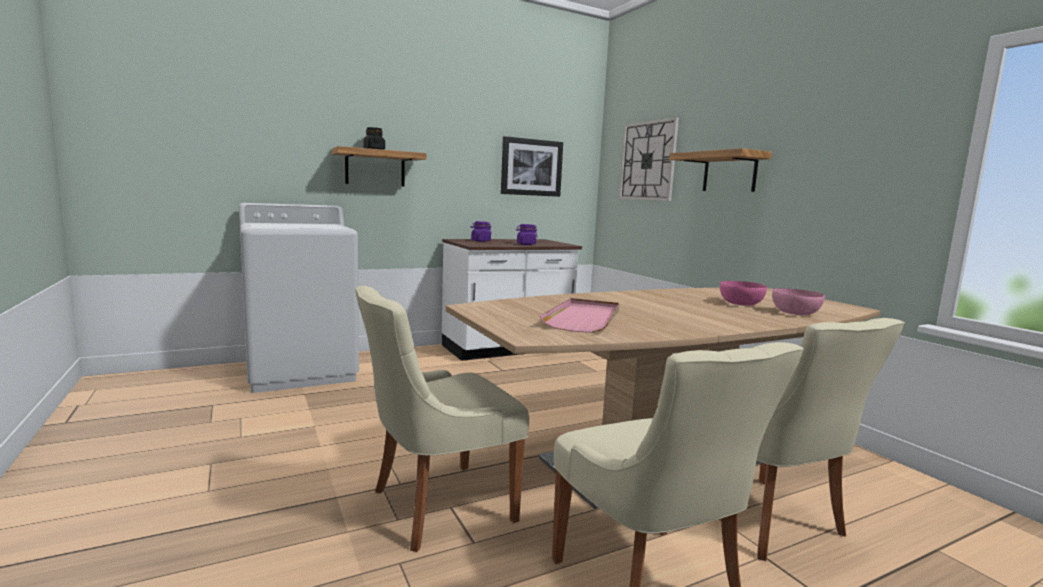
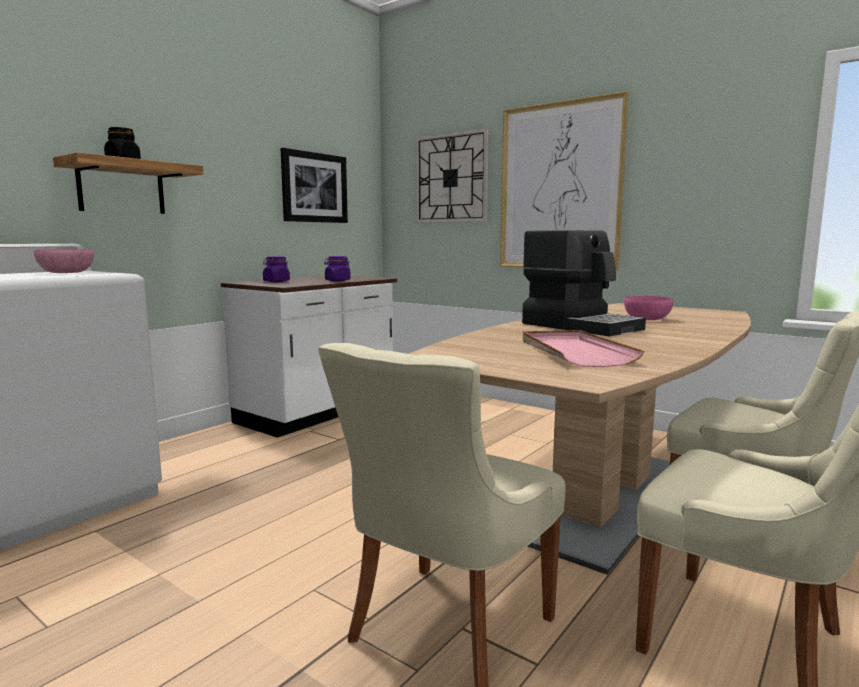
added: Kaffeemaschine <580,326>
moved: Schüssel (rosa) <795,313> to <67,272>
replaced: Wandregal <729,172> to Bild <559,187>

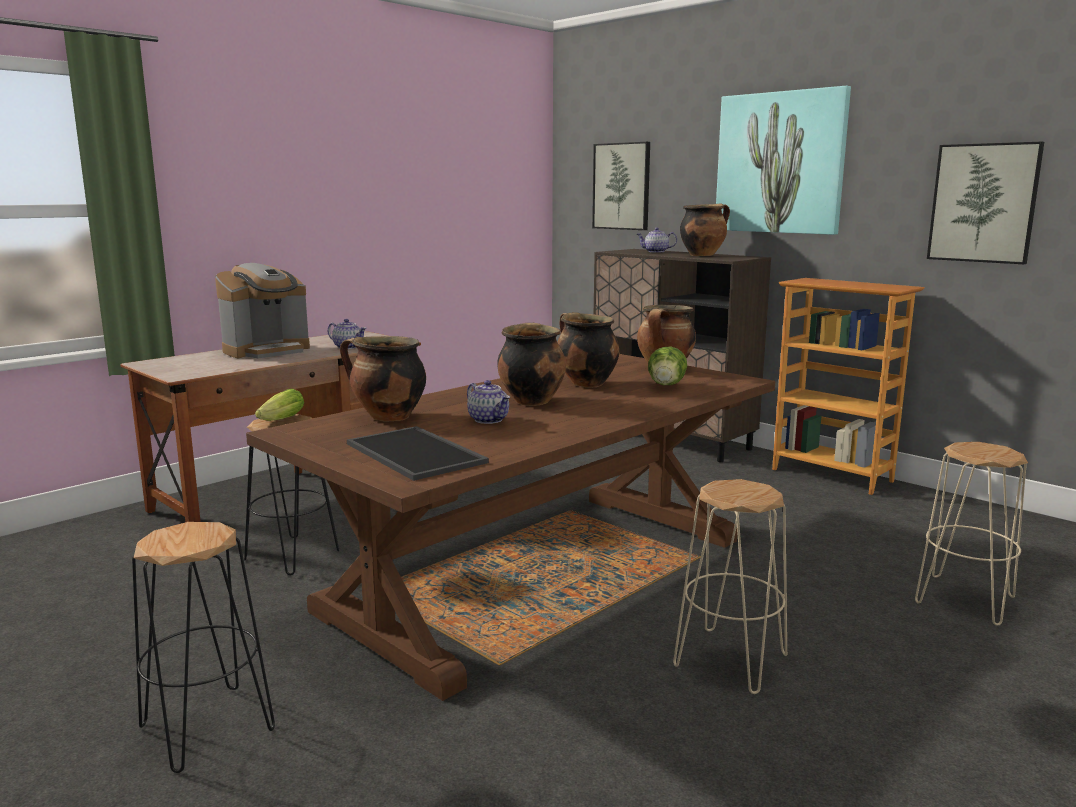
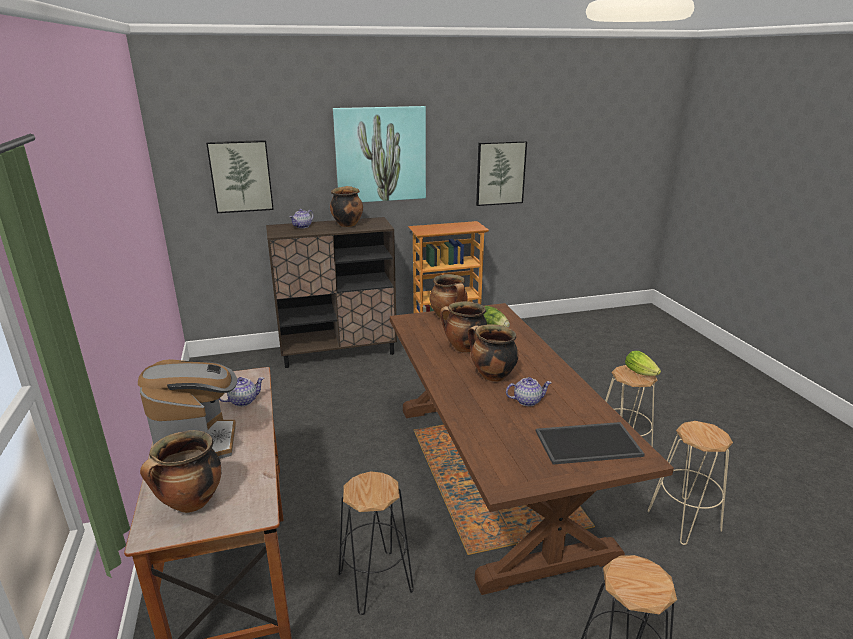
moved: Salatkopf <279,421> to <642,373>; Kochtopf <387,417> to <191,503>; Hocker (beige) <964,600> to <684,521>

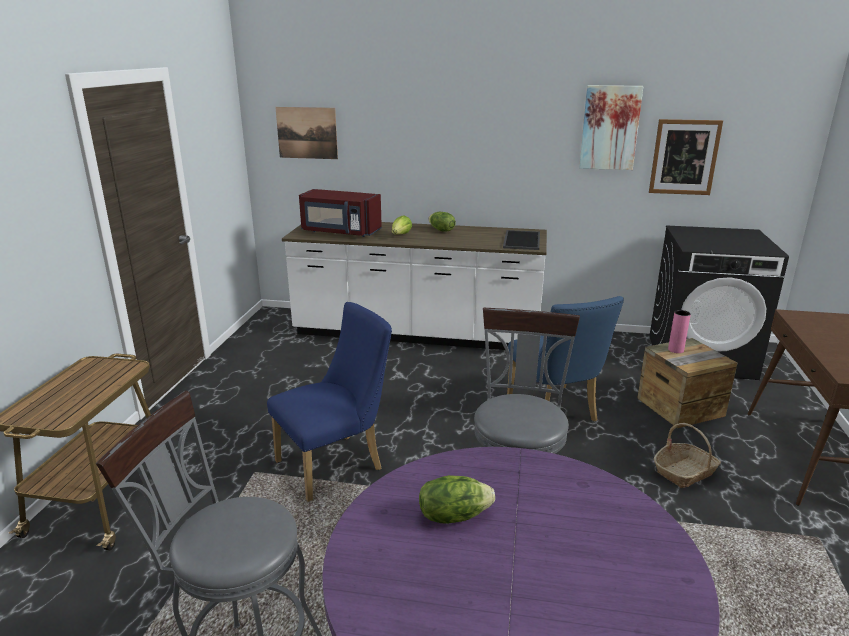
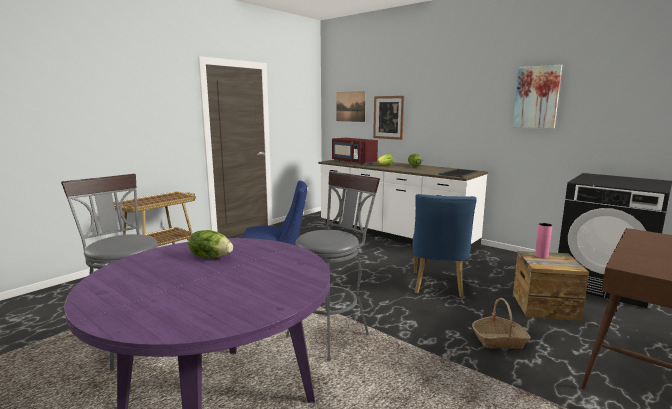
moved: Bild <684,157> to <388,117>

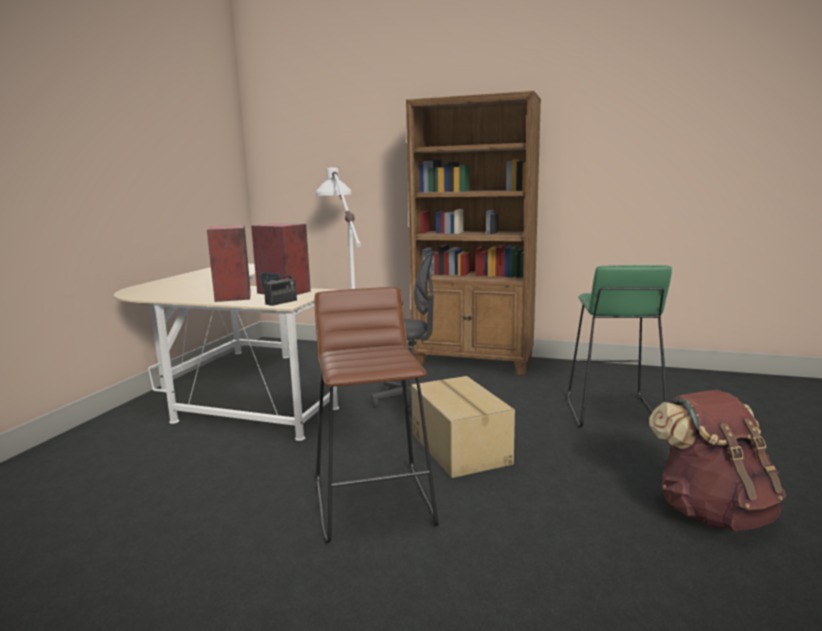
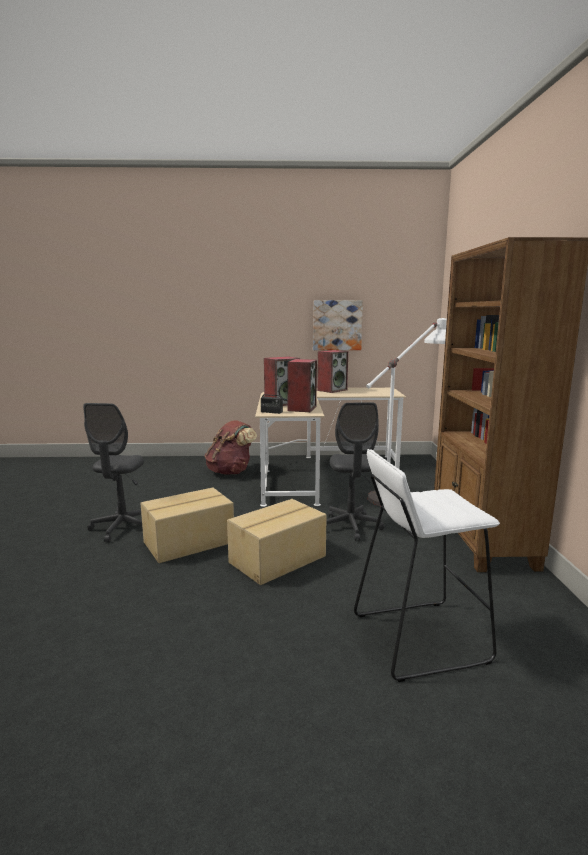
added: Bürostuhl (grau) <122,528>; Bild <337,325>; Lautsprecher <332,390>
moved: Rucksack (braun) <712,511> to <231,472>
replaced: Hocker (braun) <375,502> to Karton <189,542>
recoloured: Hocker (grün) <612,413> to Hocker (weiß) <418,637>

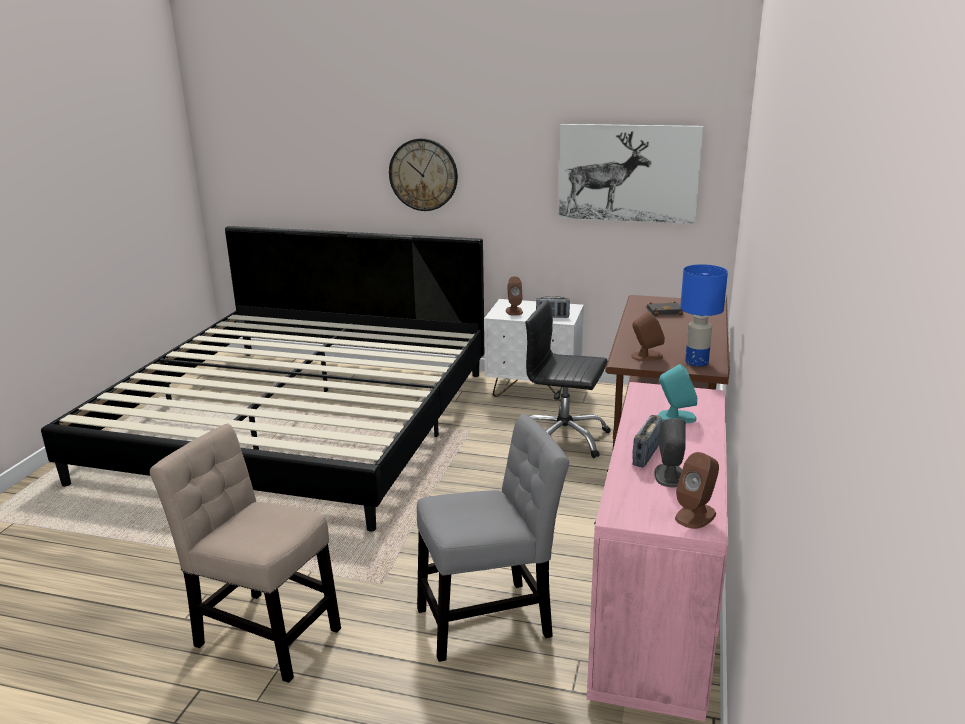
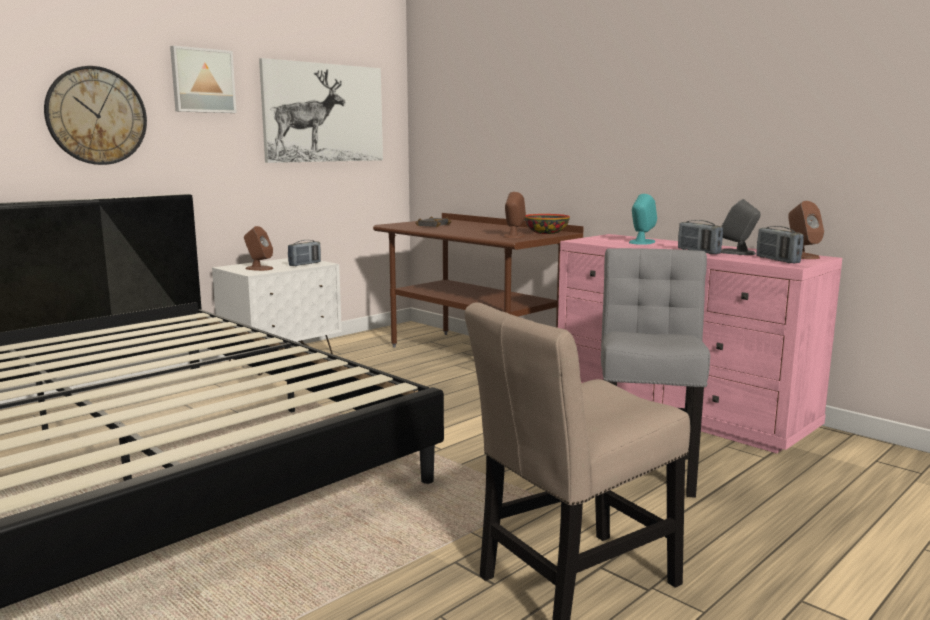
removed: Bürostuhl (schwarz) <563,438>
added: Bild <202,81>; Radio <777,260>
replaced: Tischlampe (blau) <696,362> to Schüssel <545,232>

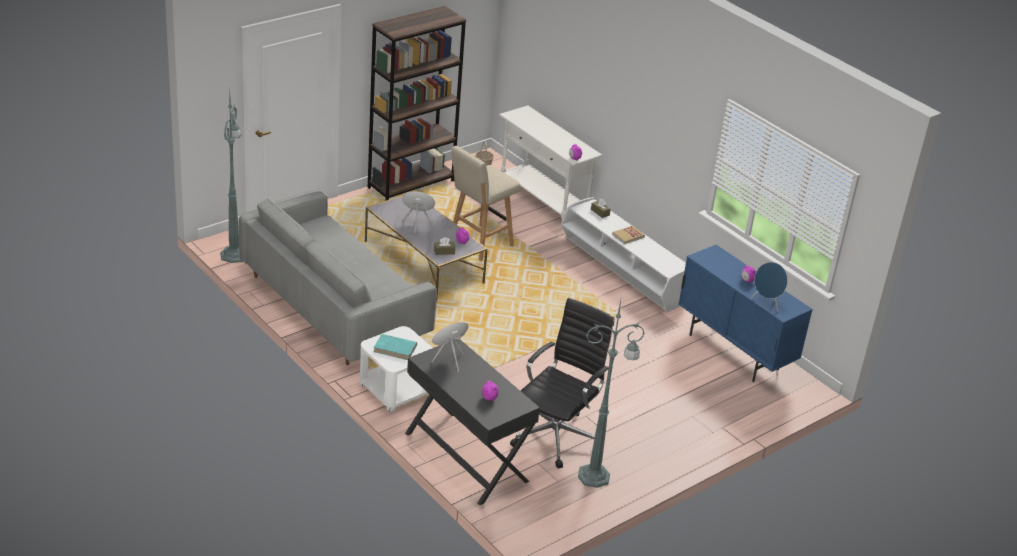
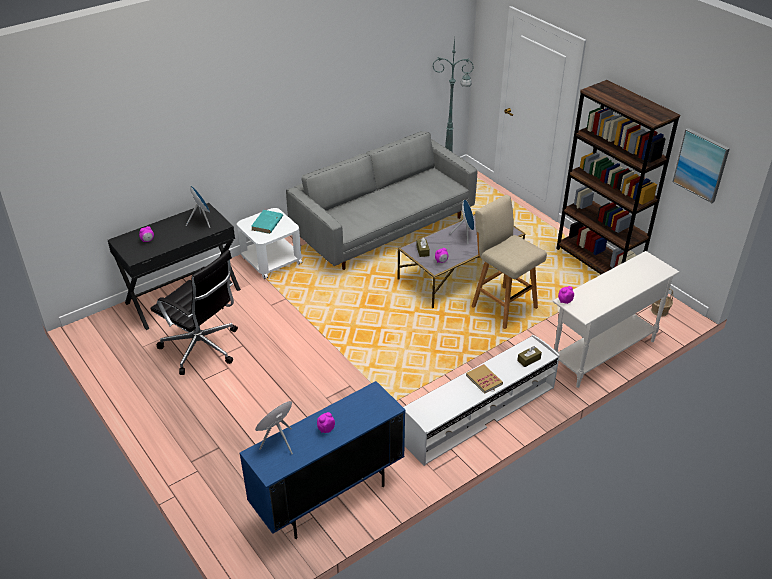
removed: Stehlampe (grün) <595,476>
added: Bild <701,165>

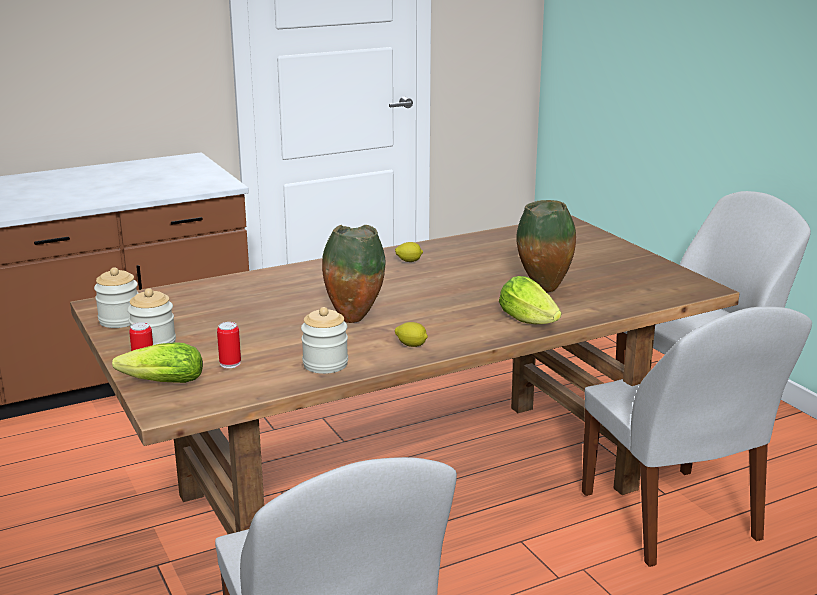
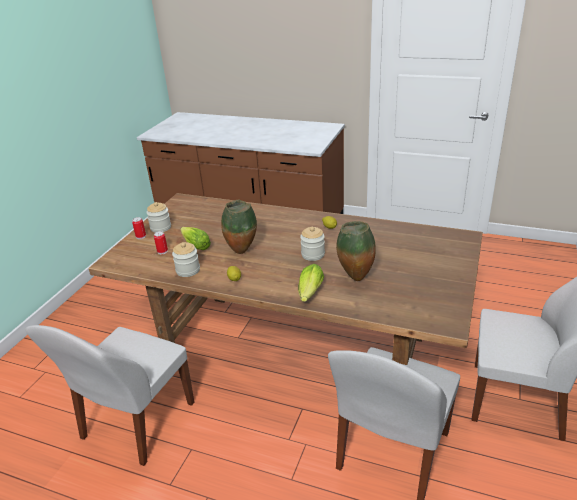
moved: Vorratsglas <120,320> to <313,254>; Salatkopf <159,383> to <195,245>

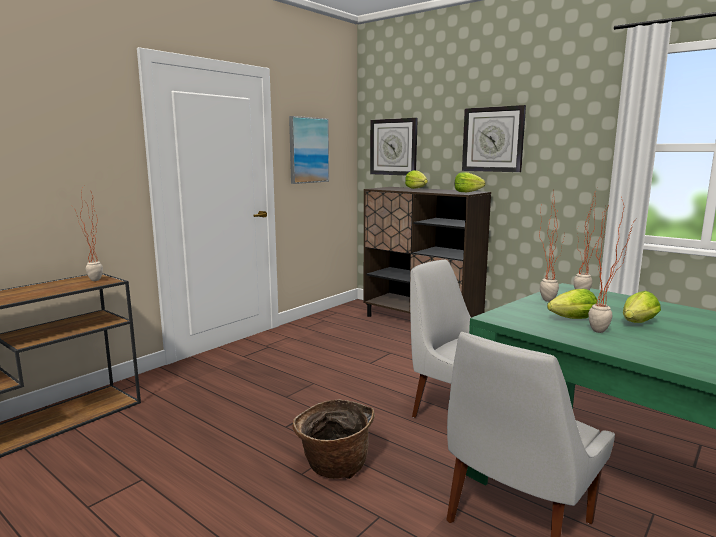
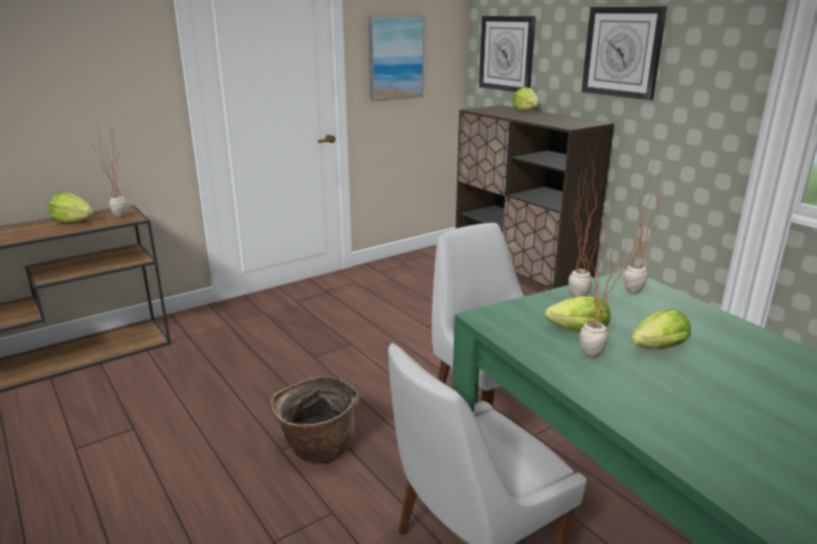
moved: Salatkopf <467,192> to <73,221>

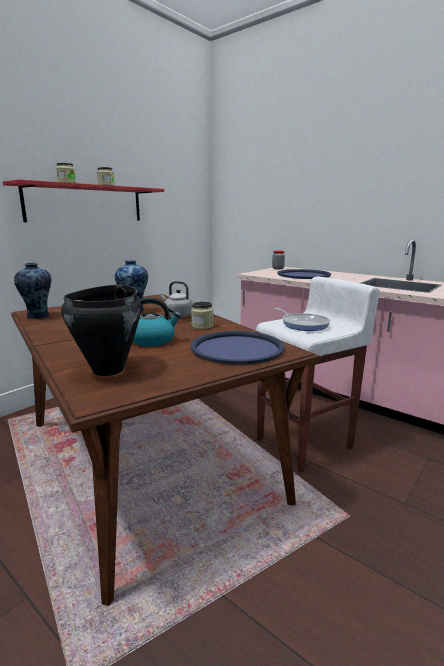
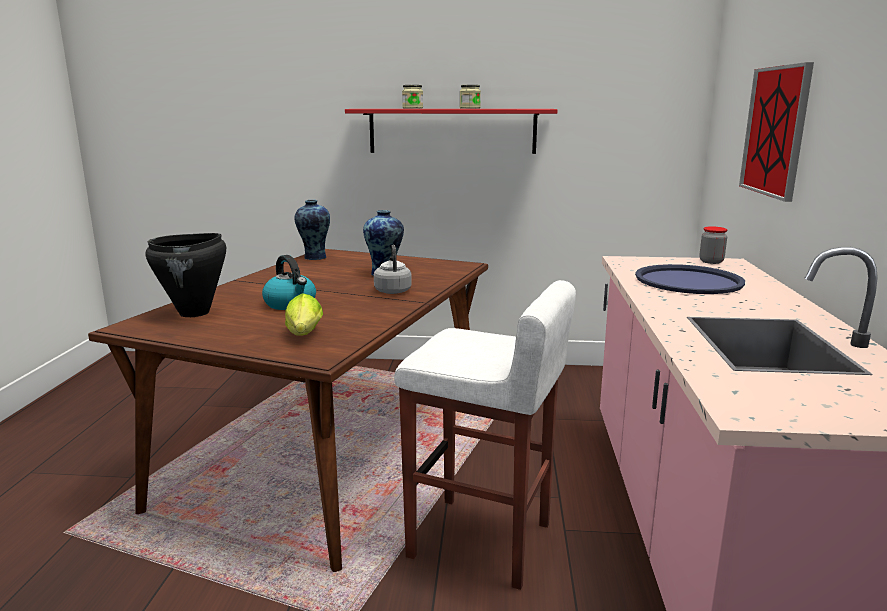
removed: Vorratsglas <202,326>; Pfanne <303,324>
added: Bild <775,131>
replaced: Tablett (blau) <237,348> to Salatkopf <304,336>

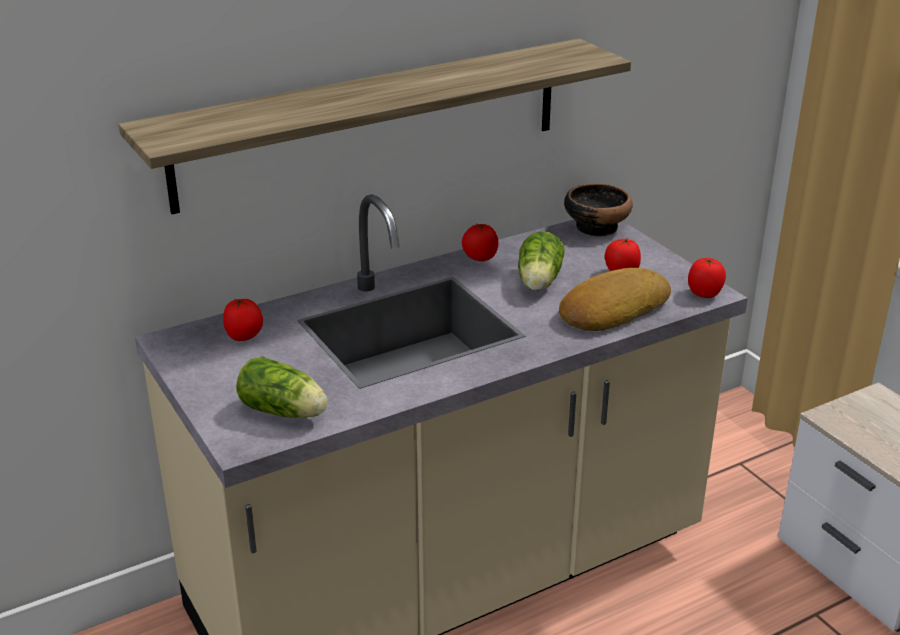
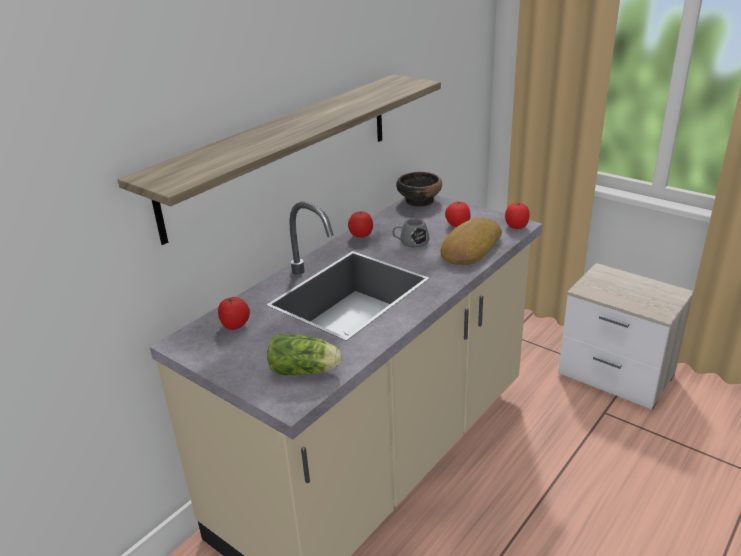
replaced: Salatkopf <538,282> to Henkelbecher (grau) <410,242>

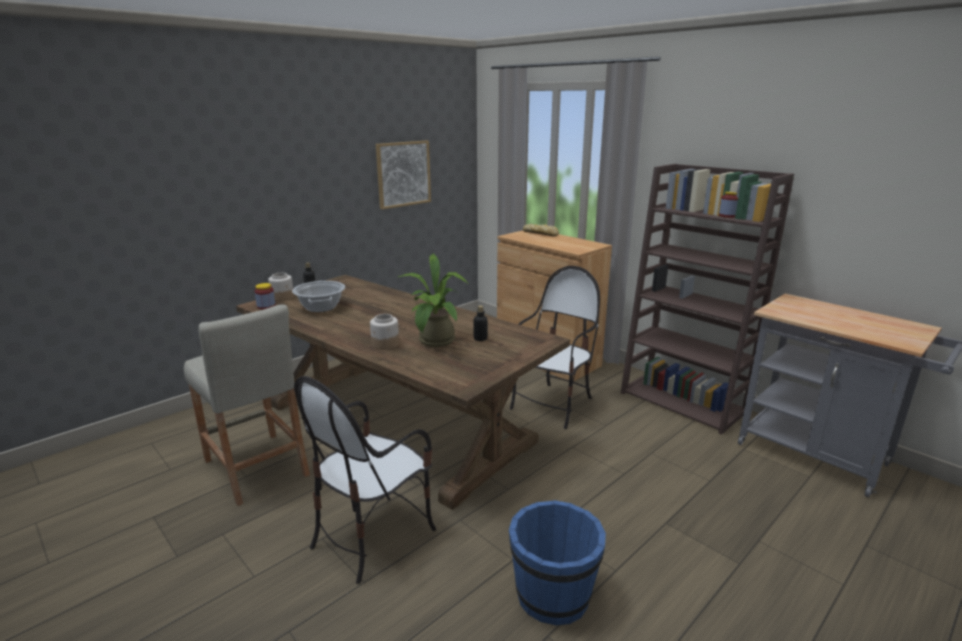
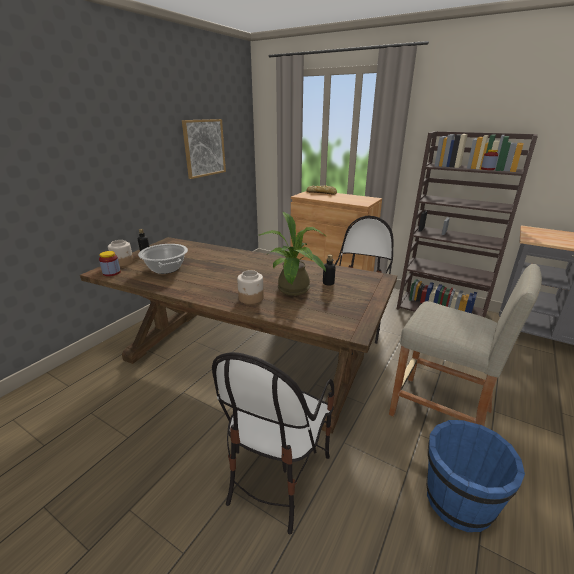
moved: Hocker (beige) <256,467> to <440,412>

